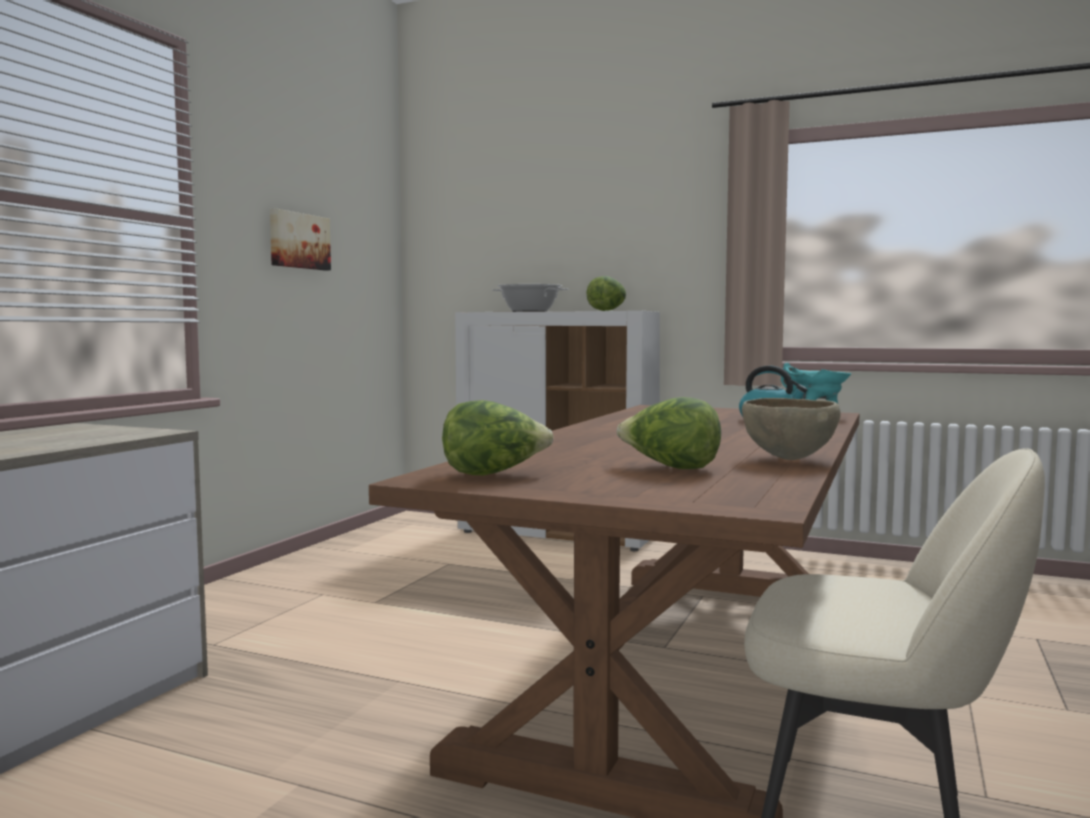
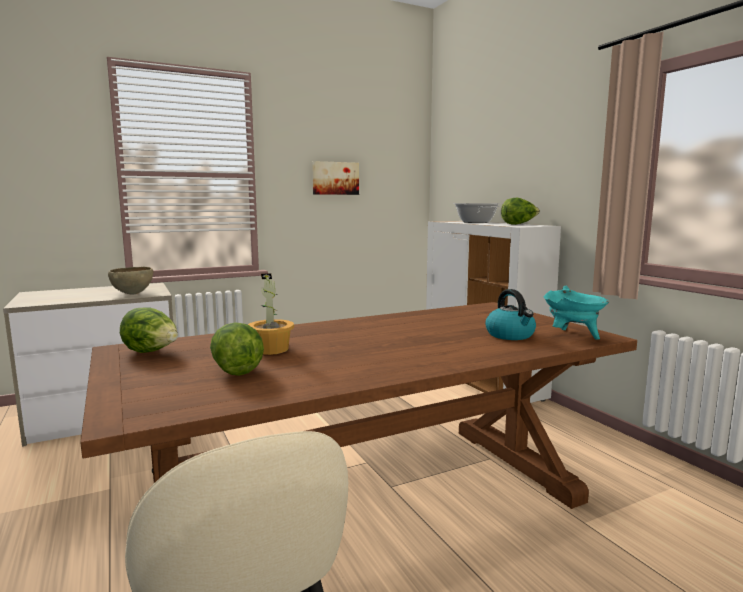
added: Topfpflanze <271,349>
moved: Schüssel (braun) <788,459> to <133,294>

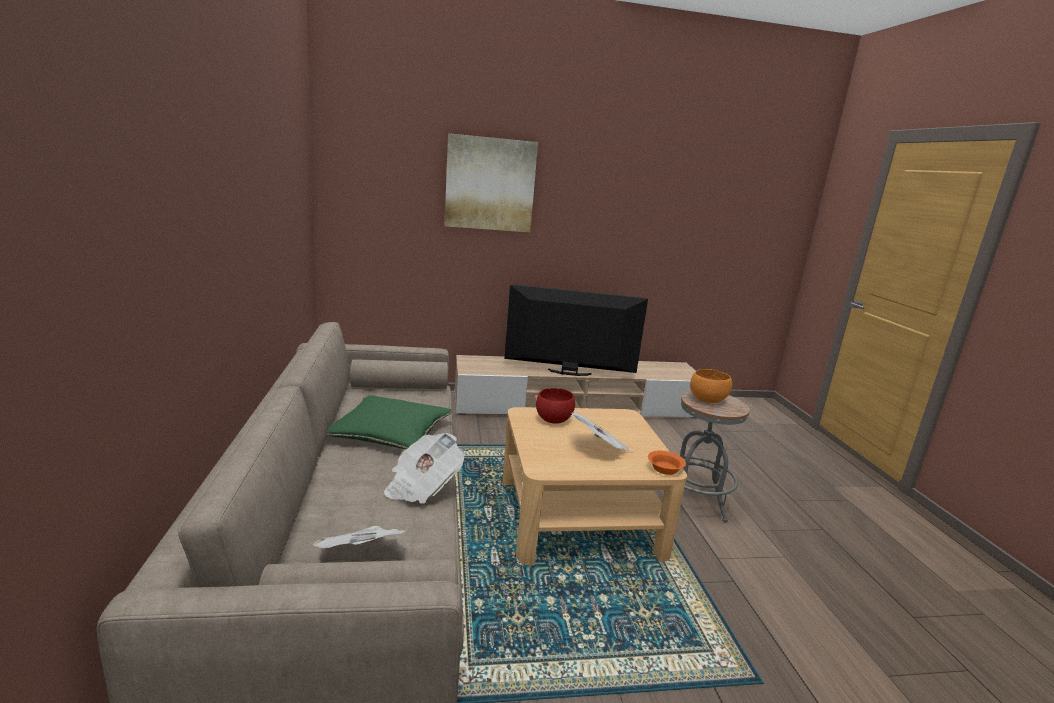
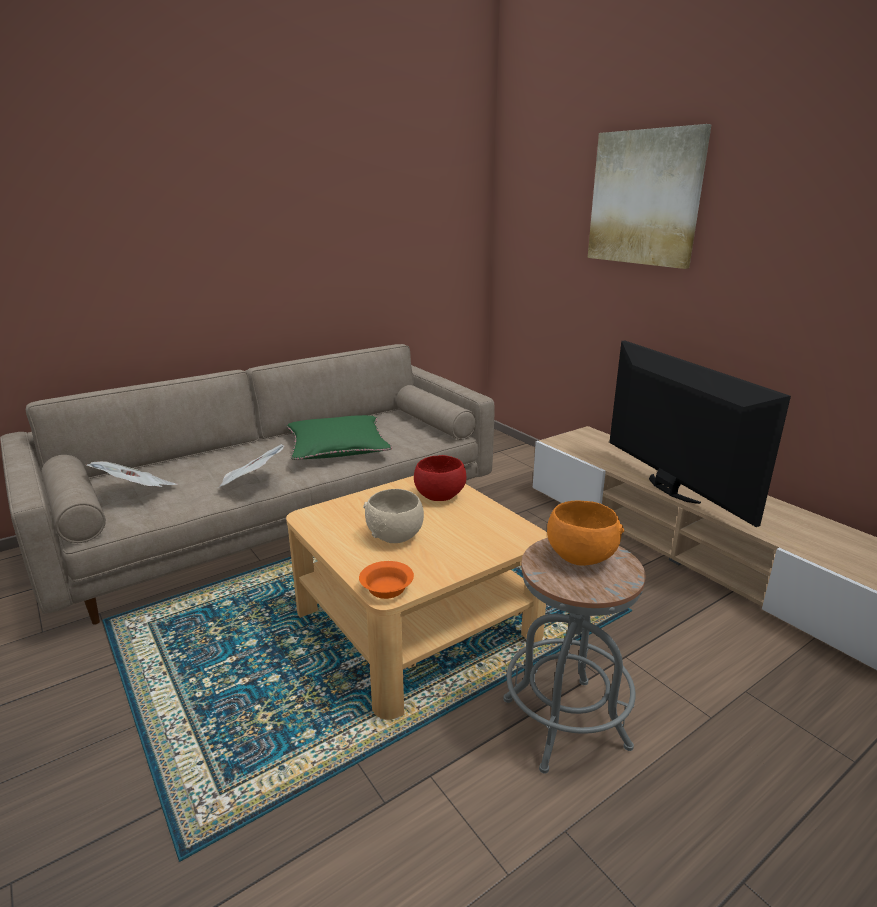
replaced: Zeitung <600,448> to Schüssel (beige) <396,536>

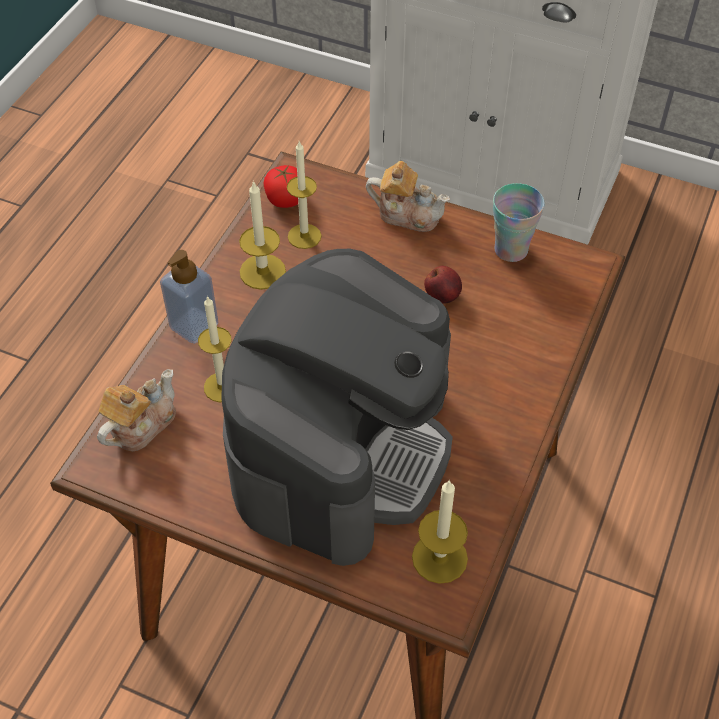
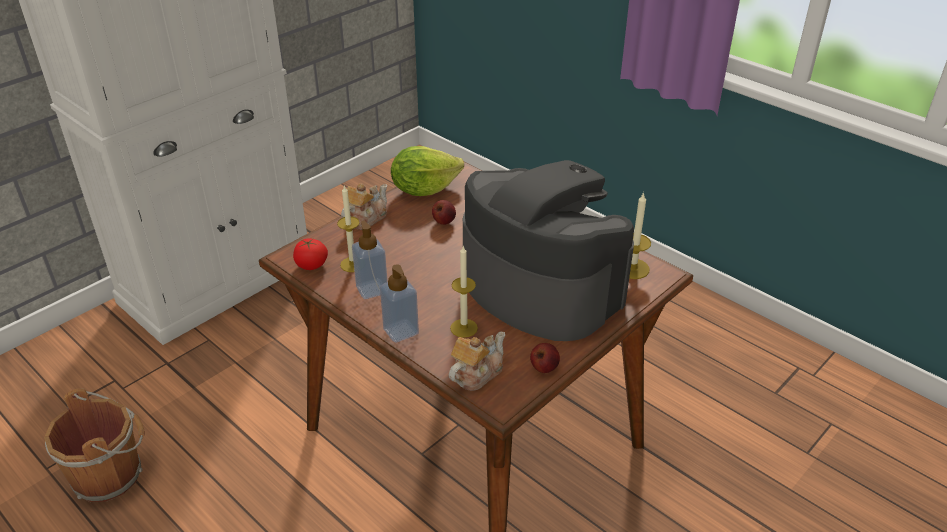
added: Eimer (braun) <111,474>; Apfel <544,368>
replaced: Kerze <262,272> to Seifenspender <372,289>; Tasse <511,250> to Salatkopf <424,189>
turned: Teekanne <140,425> = <476,373> 75 degrees clockwise

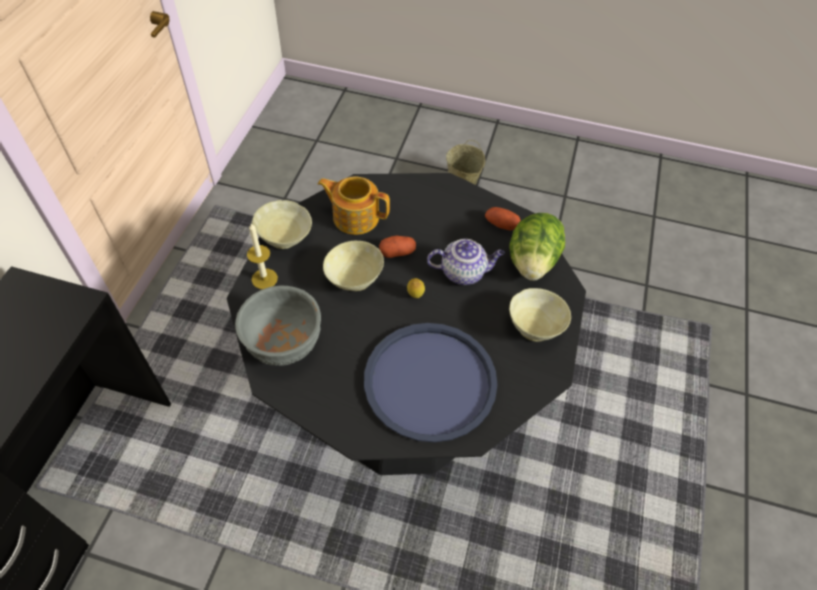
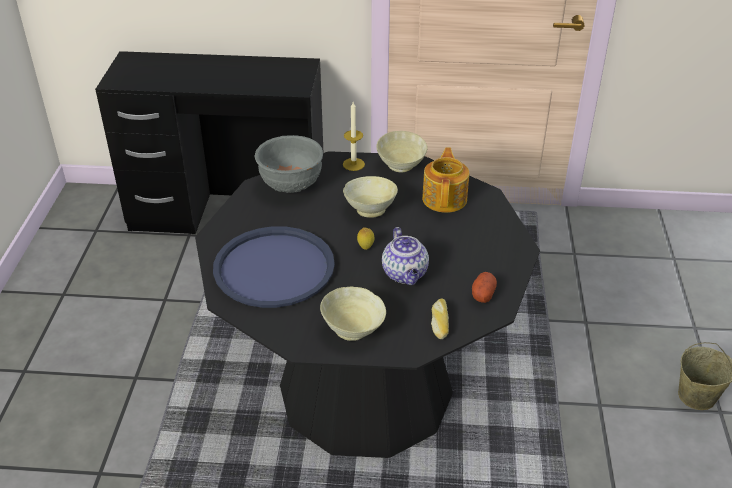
removed: Kartoffel <397,252>
replaced: Salatkopf <532,262> to Brot <439,322>

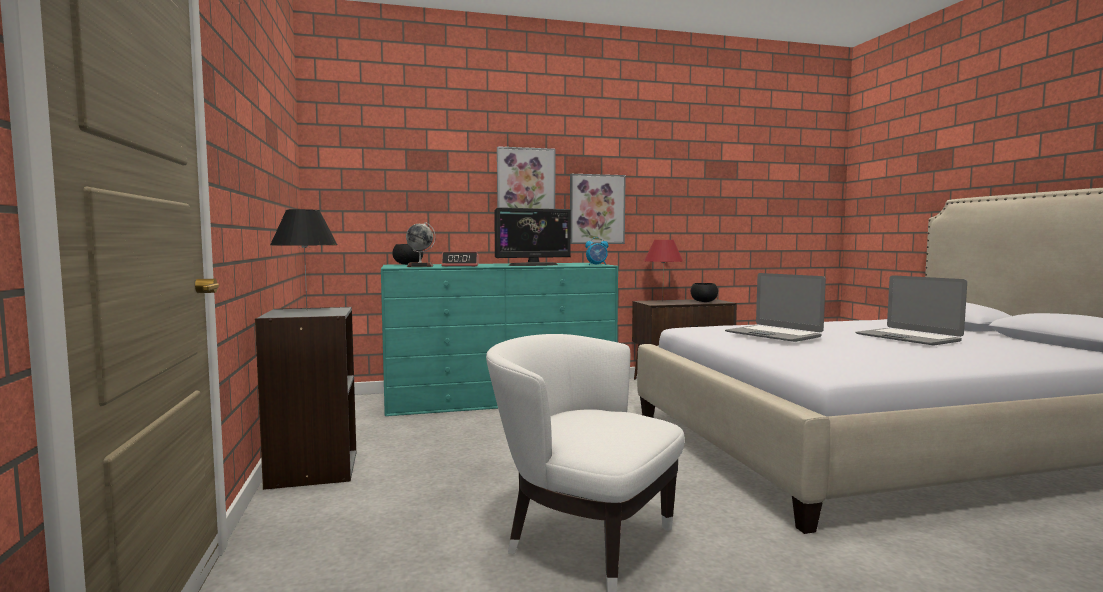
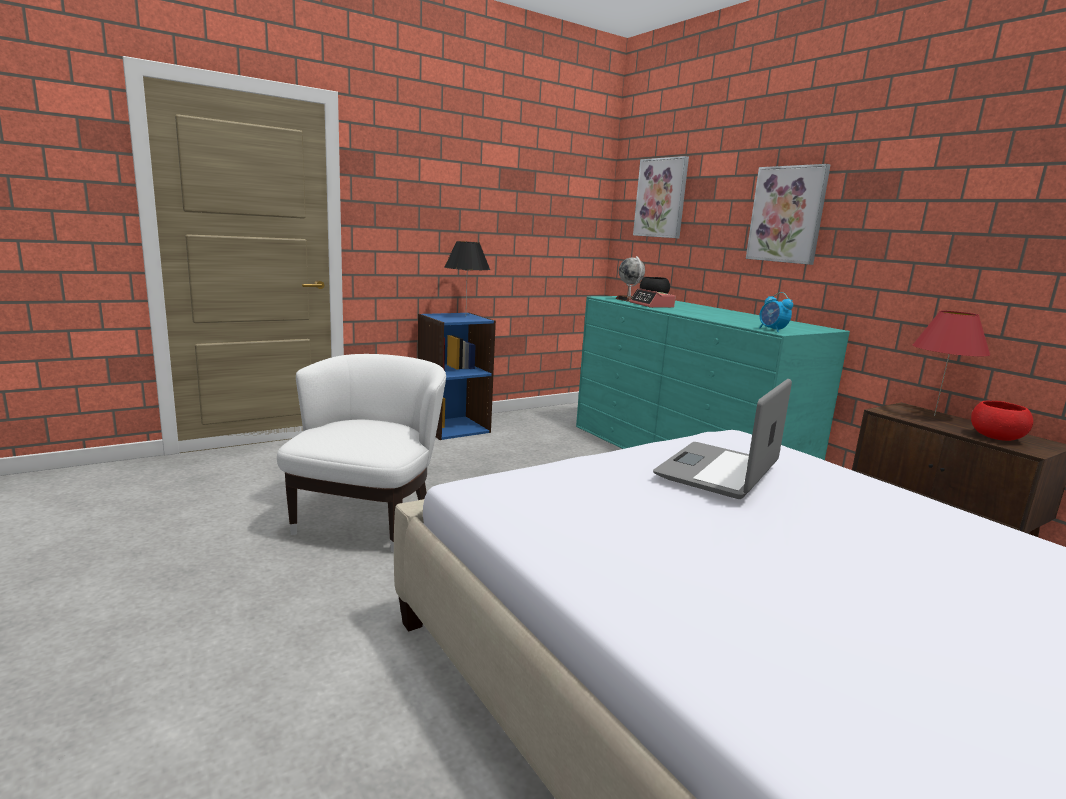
removed: Monitor <533,265>; Laptop <908,338>
moved: Bild <596,209> to <661,198>
recoloured: Bücherregal (grau) <312,469> to Bücherregal (blau) <453,428>; Schüssel (schwarz) <703,301> to Schüssel (rot) <995,437>

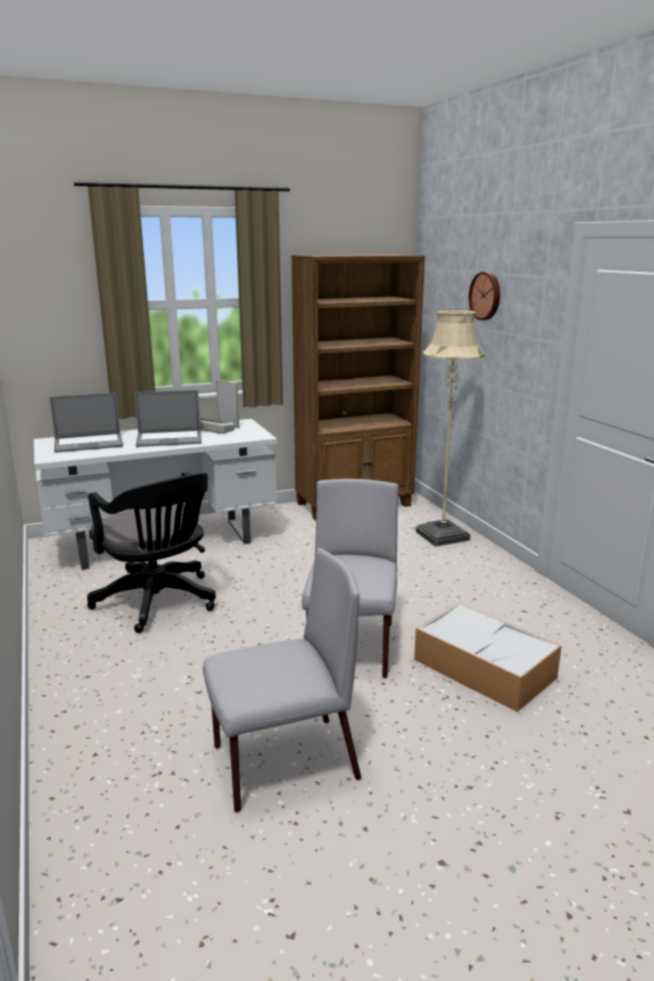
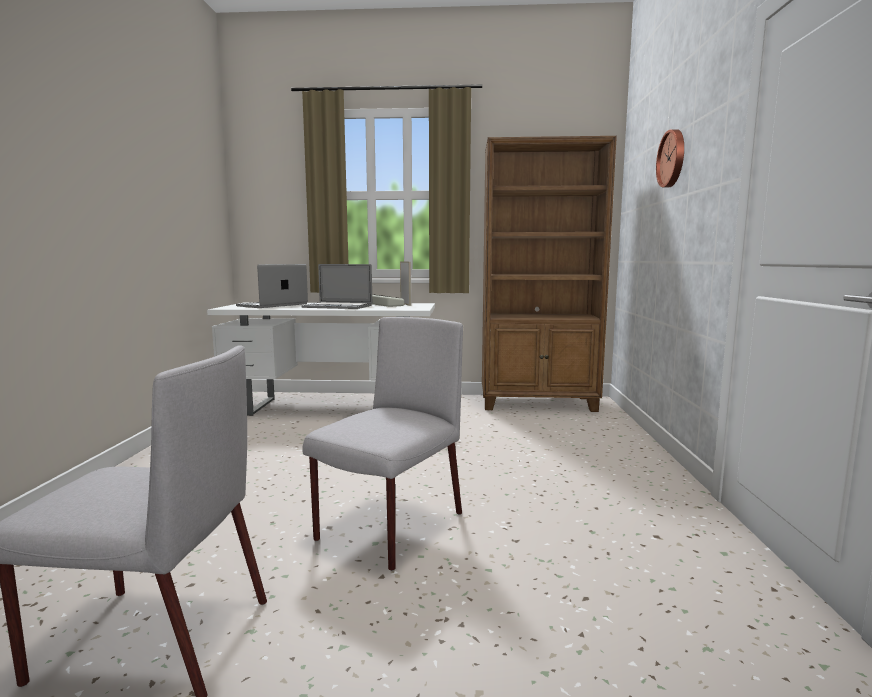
removed: Bürostuhl (schwarz) <159,603>; Aufbewahrungsbox <486,669>; Stehlampe (beige) <442,536>
turned: Laptop <88,444> = <272,305> 120 degrees clockwise

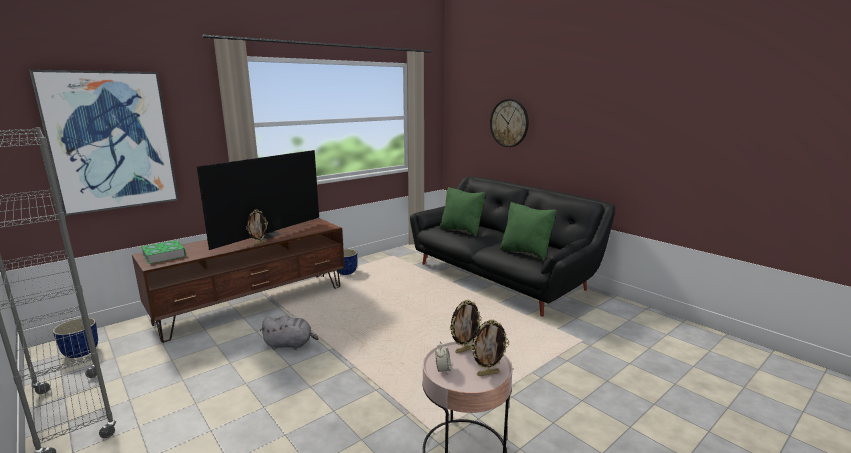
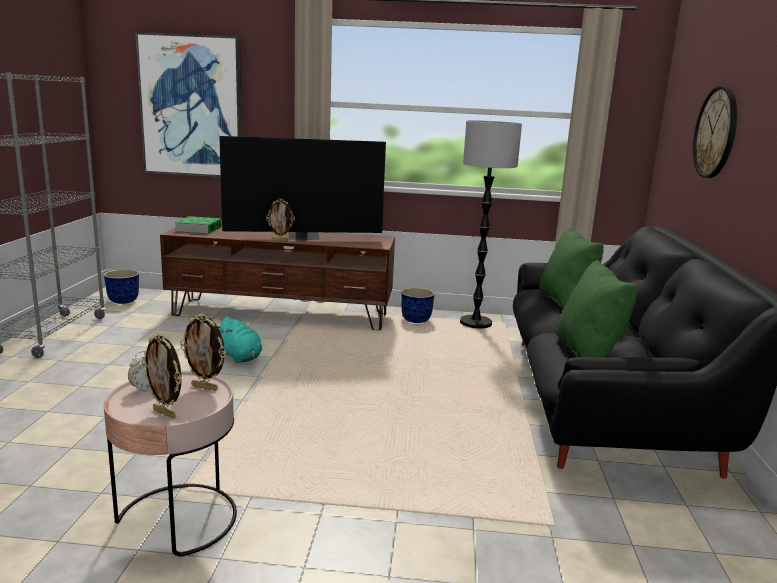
added: Stehlampe <475,323>
recoloured: Plüschtier (grau) <290,344> to Plüschtier (türkis) <240,357>

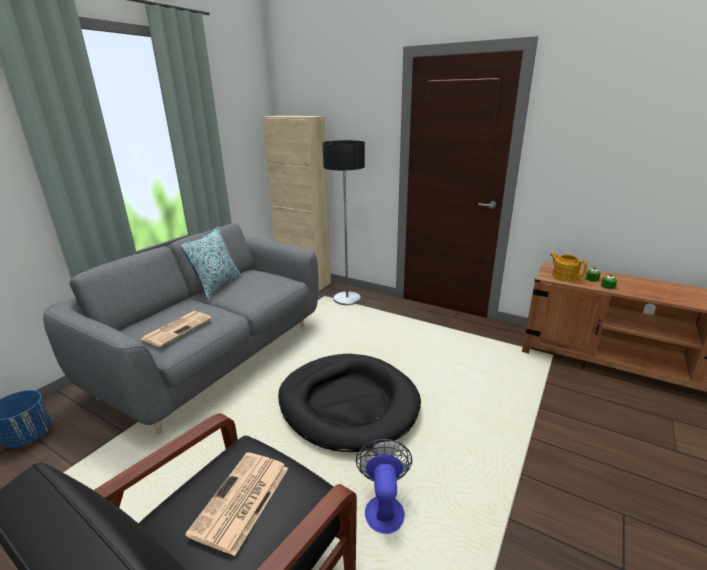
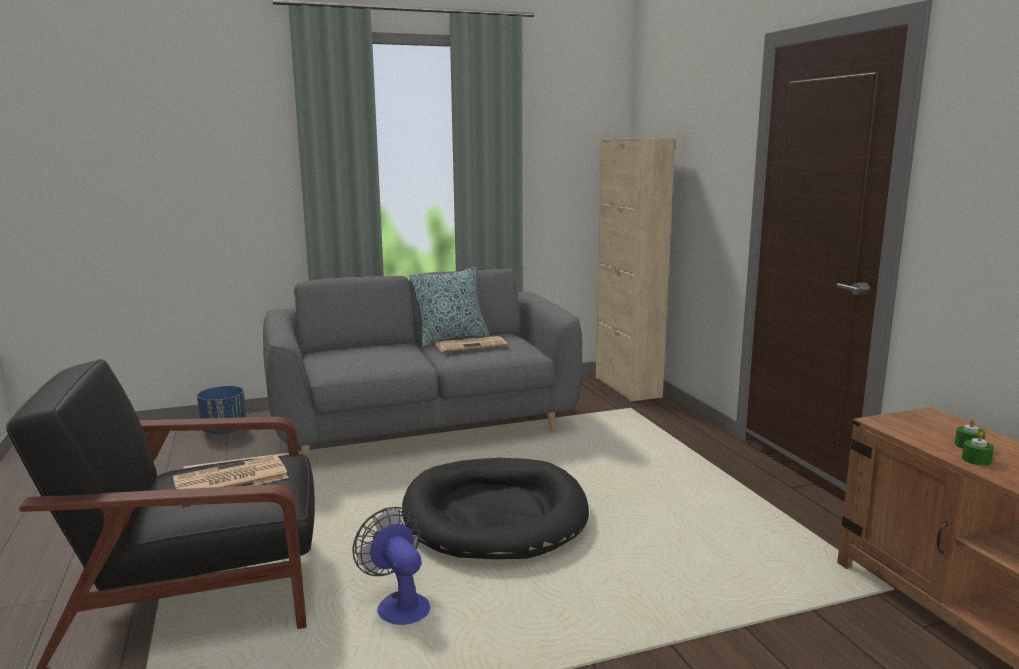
removed: Stehlampe <347,299>; Teekanne <564,277>
moved: Zeitung <177,328> to <471,345>
turned: Ventilator <383,507> = <398,604> 75 degrees counterclockwise

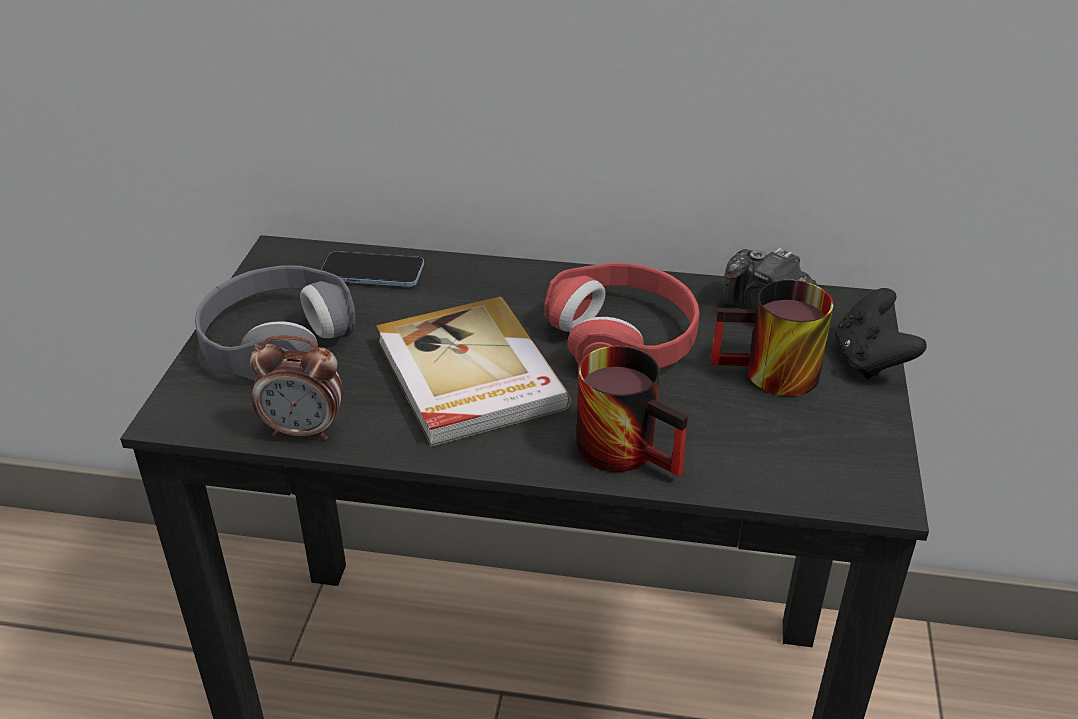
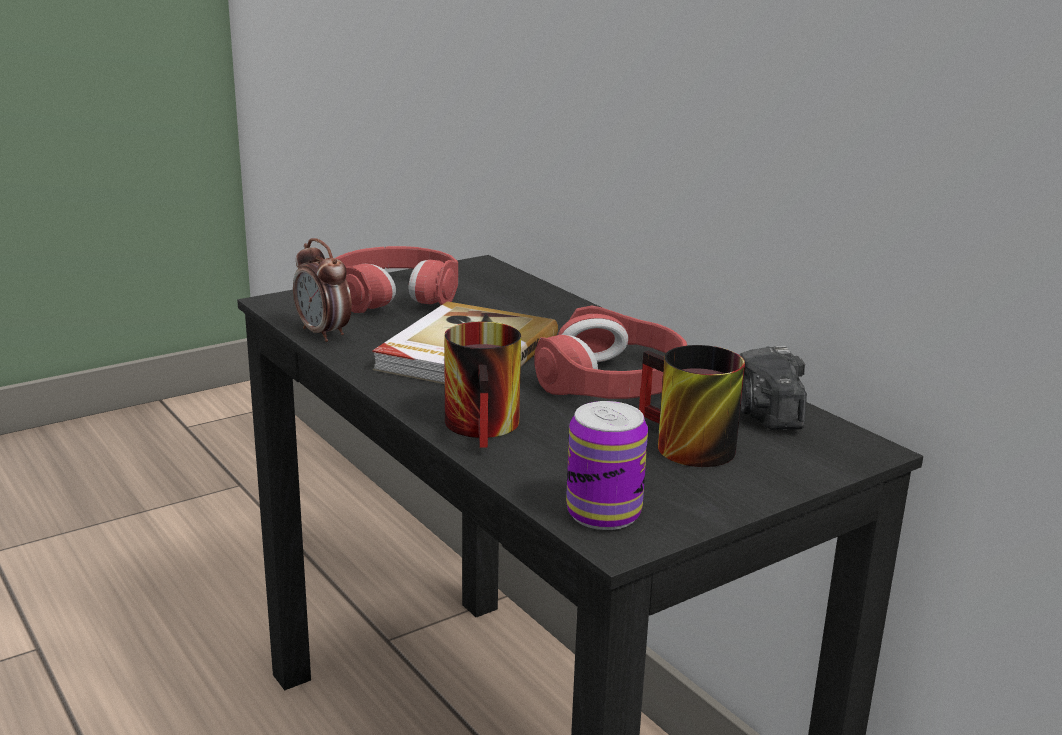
removed: Handy <372,272>; Gamepad (schwarz) <870,360>
added: Dose <603,513>
recoloured: Kopfhörer (grau) <277,340> to Kopfhörer (rot) <394,296>

